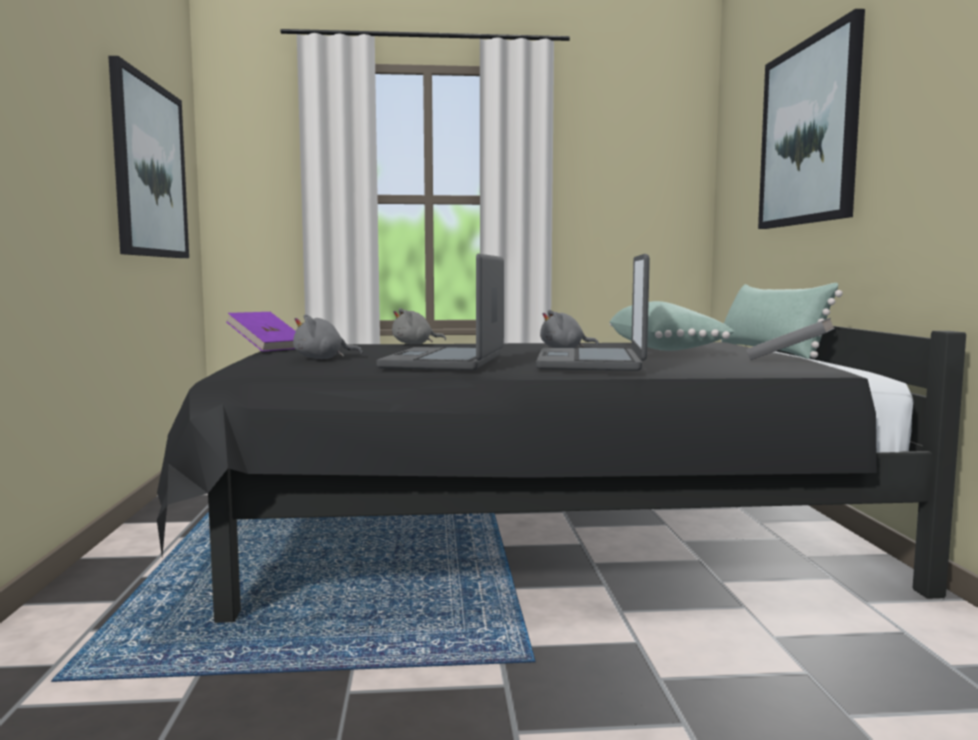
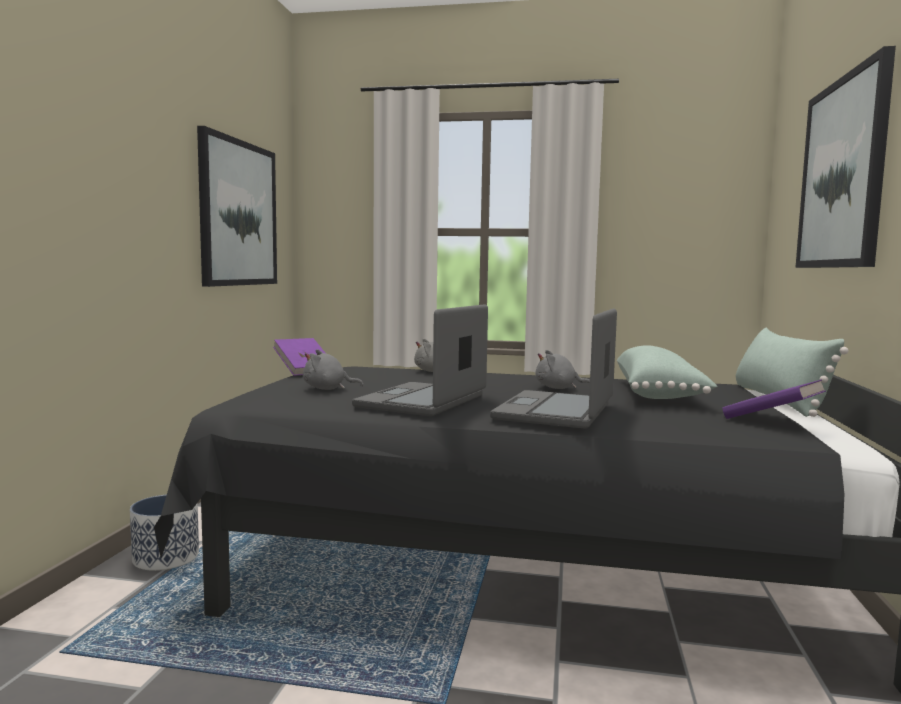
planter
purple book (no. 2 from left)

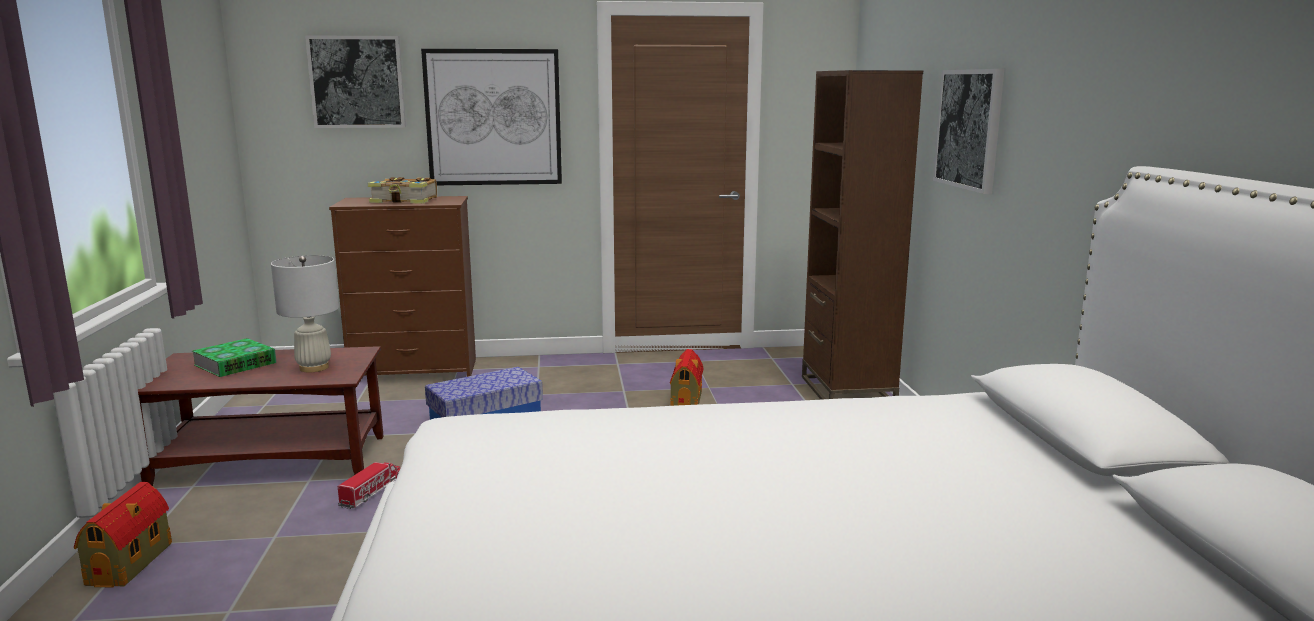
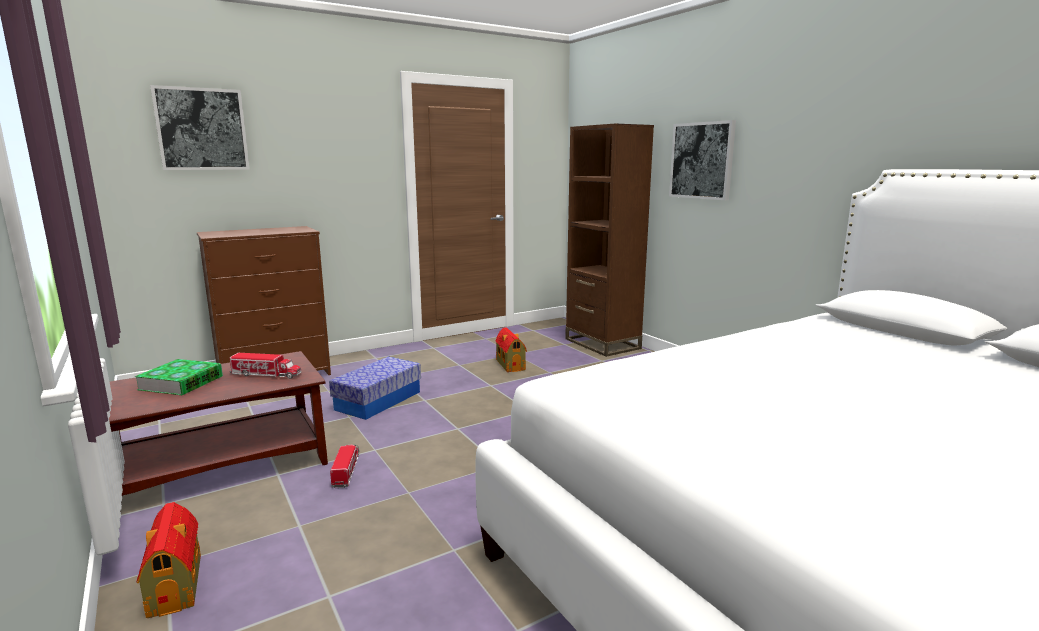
book (no. 2 from left in the first image)
picture (no. 2 from left in the first image)
toy truck (no. 1 from left)

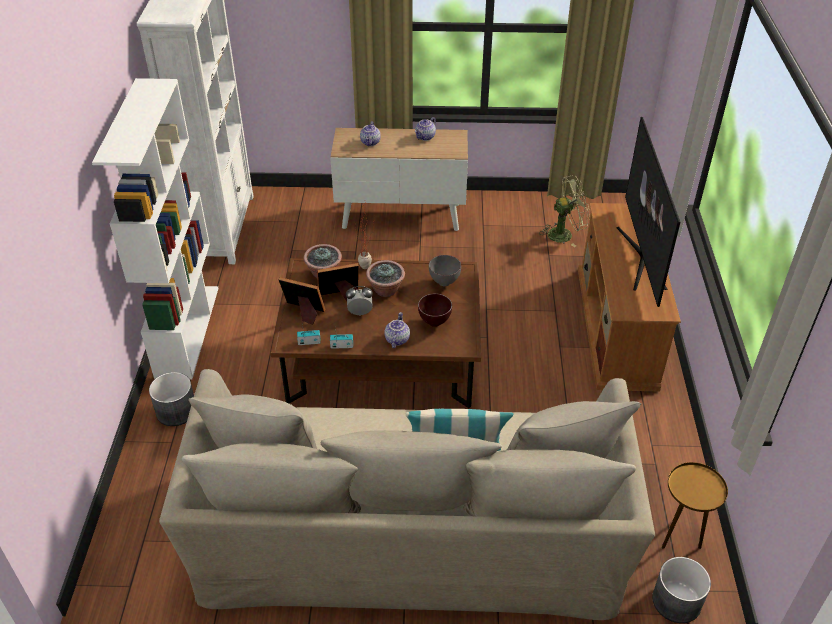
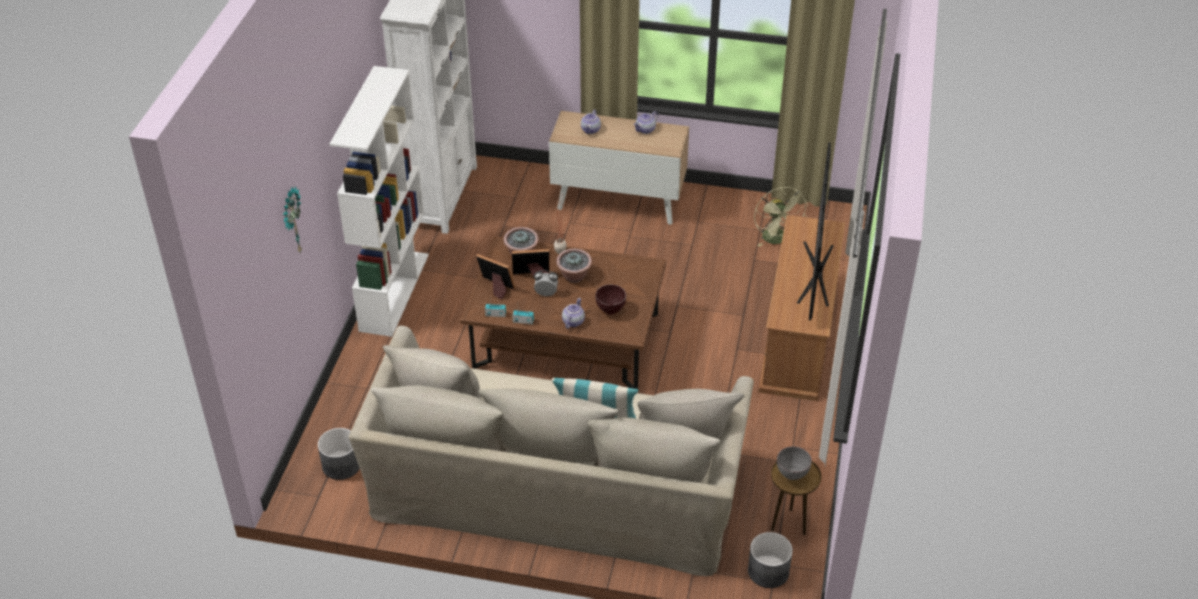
wall clock
grey planter (no. 1 from left)
grey bowl
green fan

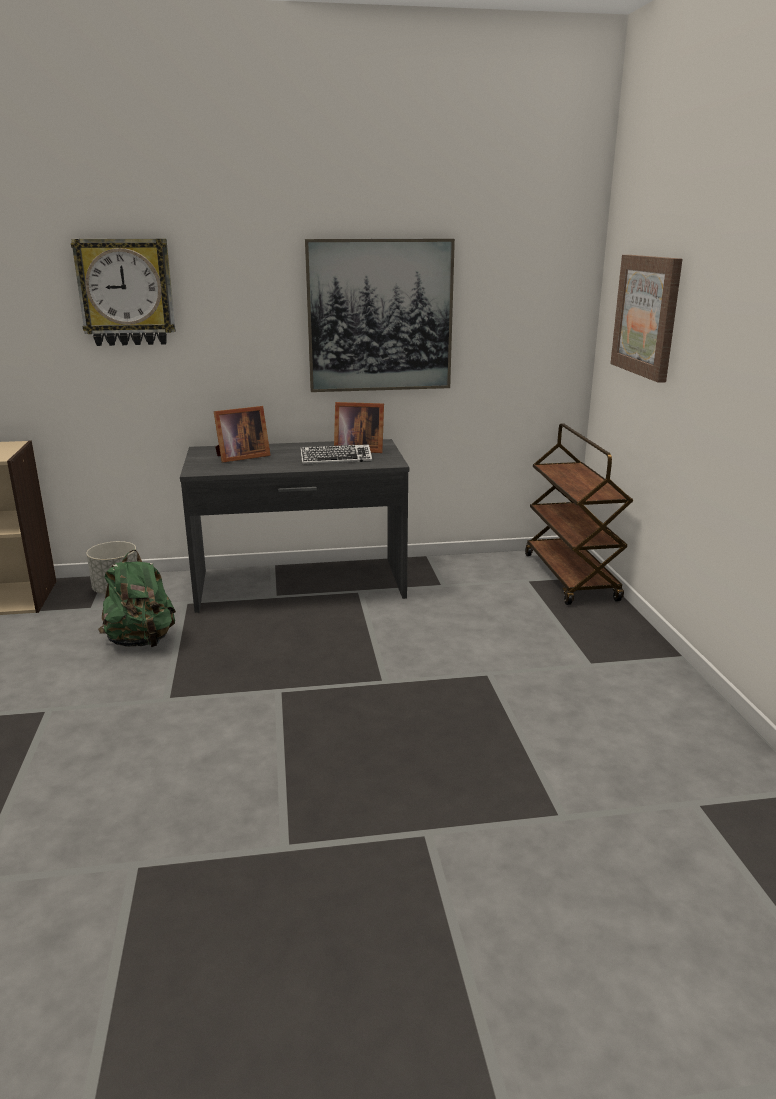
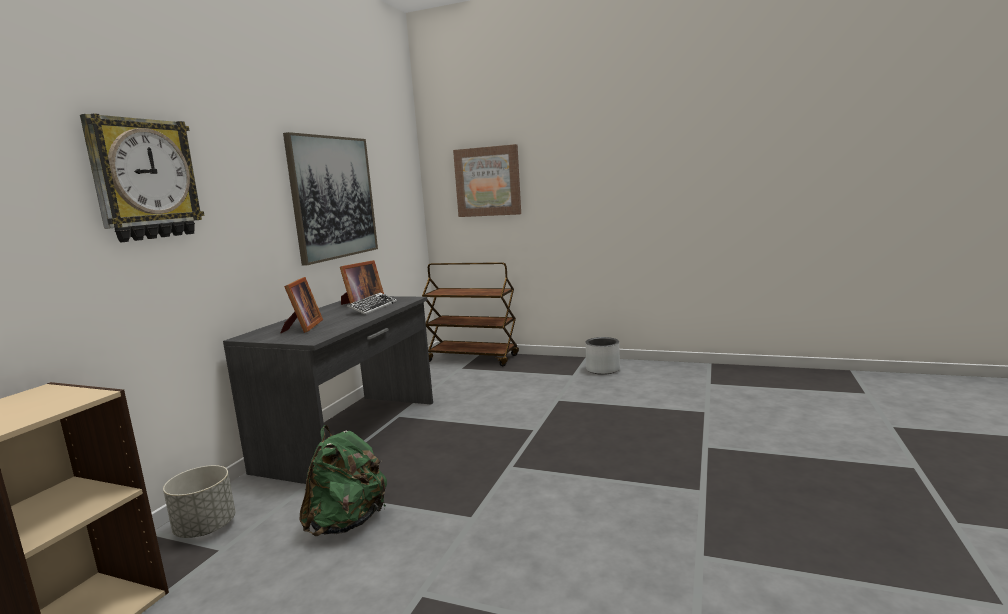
grey planter (no. 2 from left)

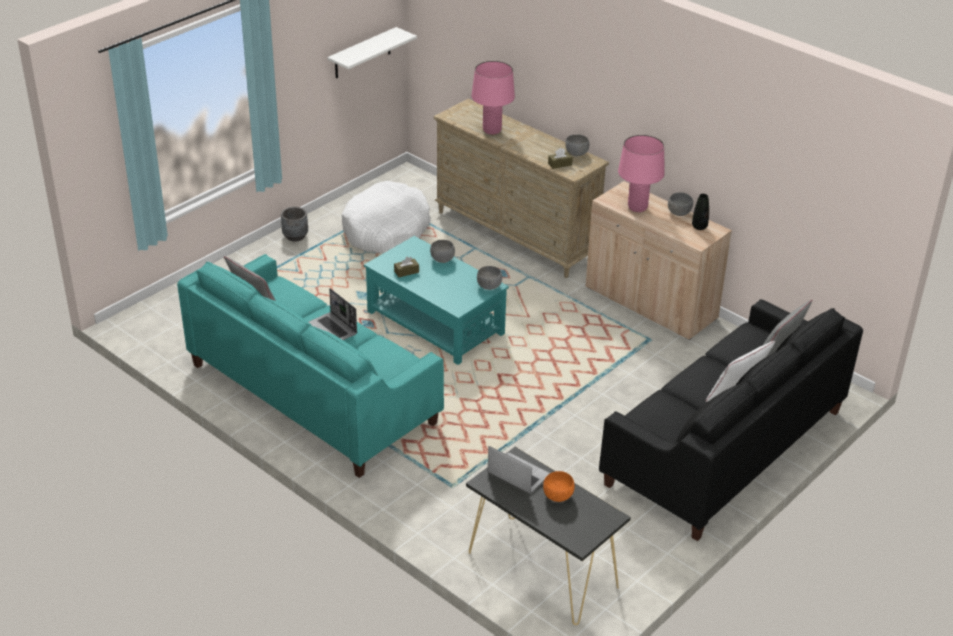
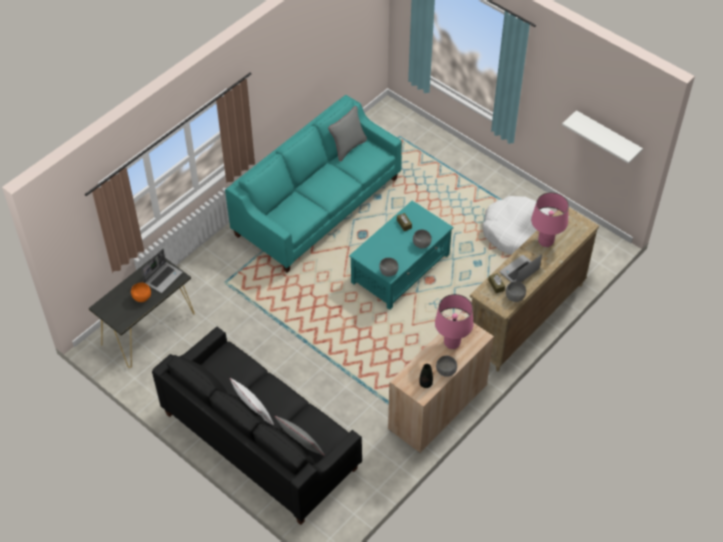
grey planter
laptop (no. 2 from left)

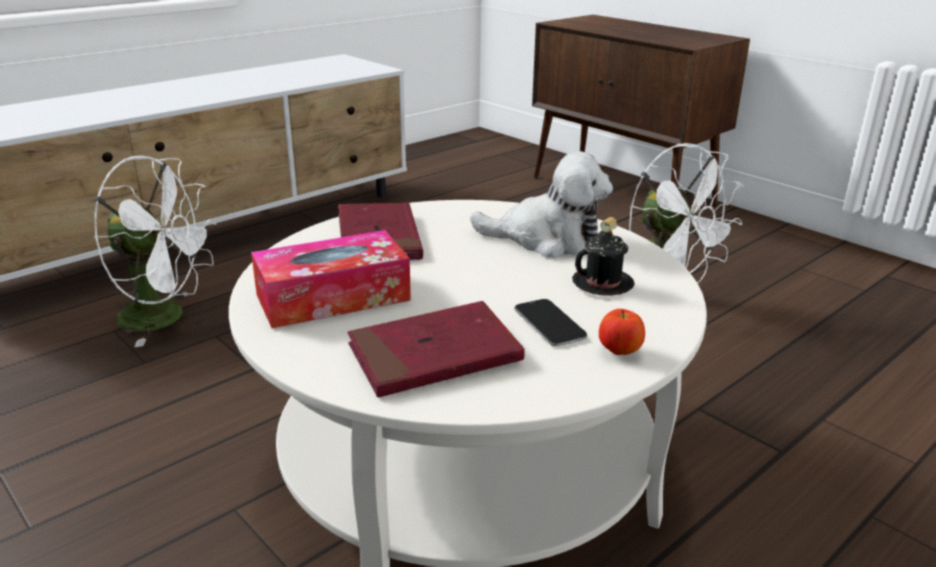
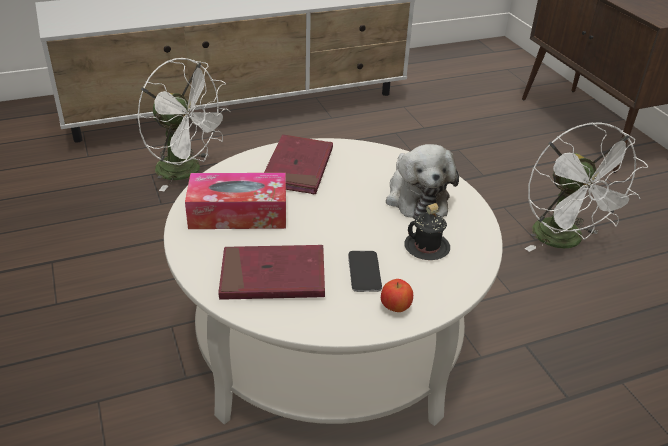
plush toy

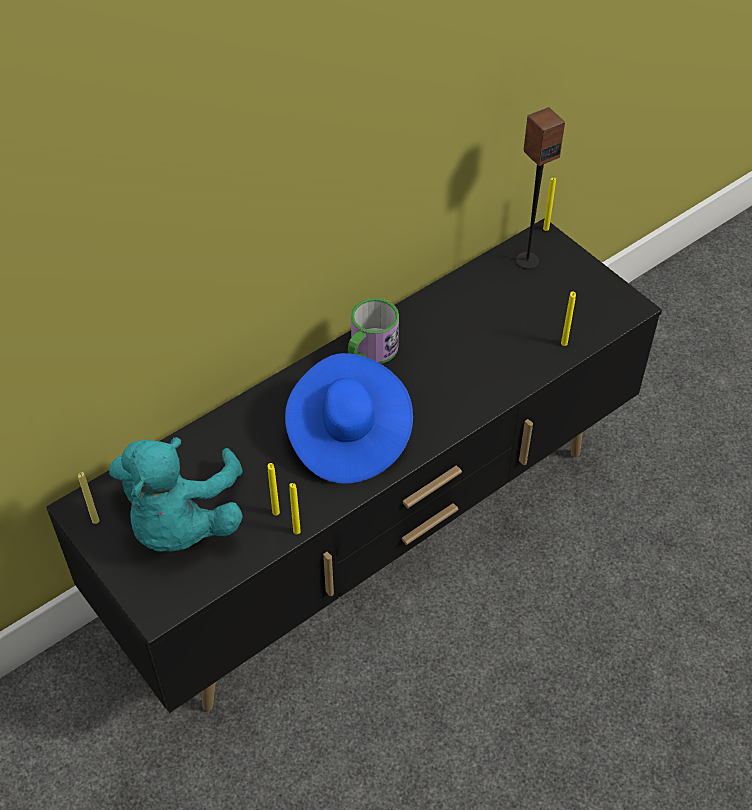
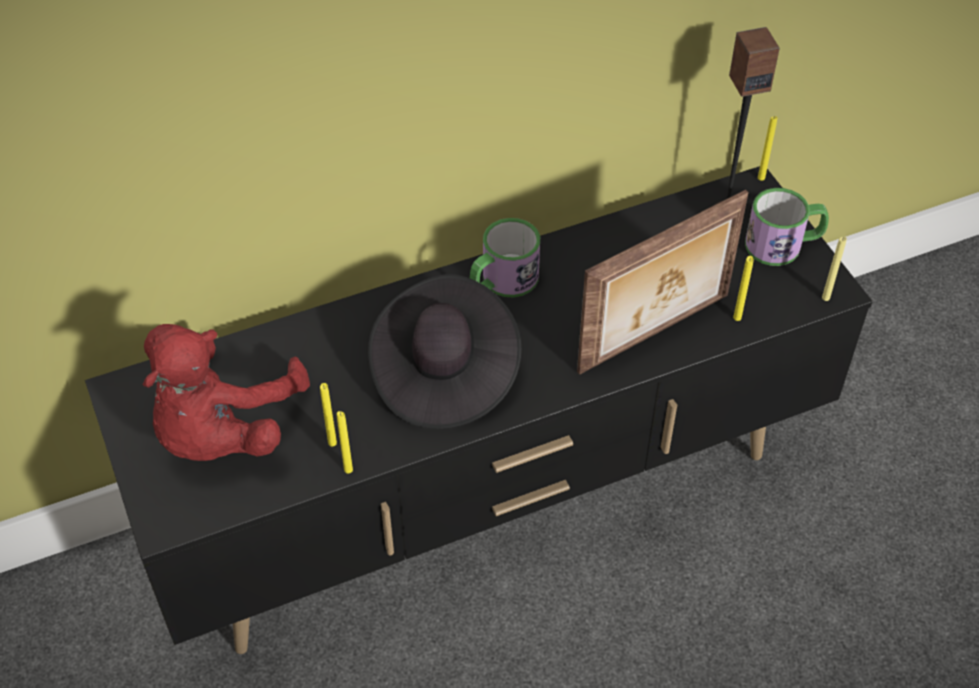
picture frame
mug (no. 2 from left)
yellow candle (no. 5 from left)
red plush toy
black hat

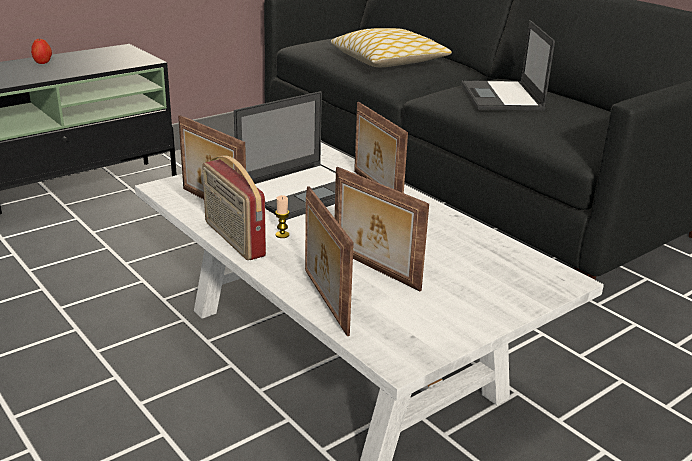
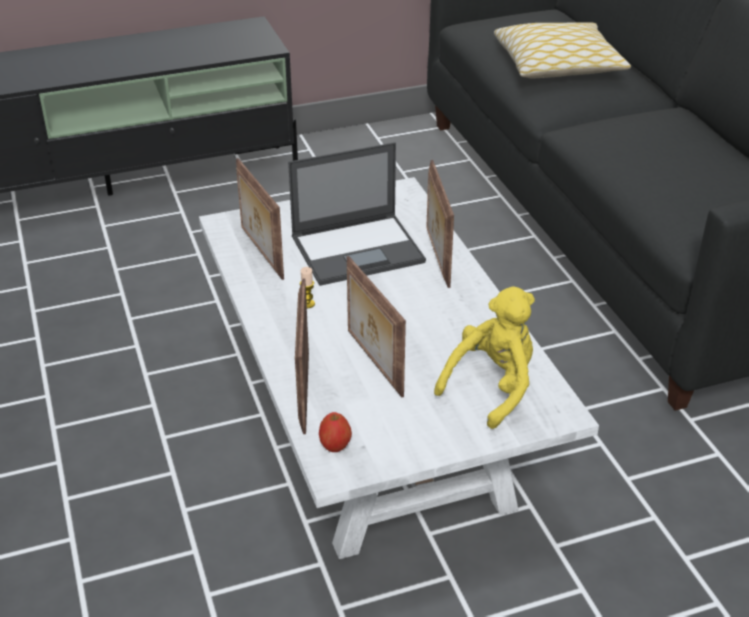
radio
laptop (no. 2 from left in the first image)
yellow plush toy
apple

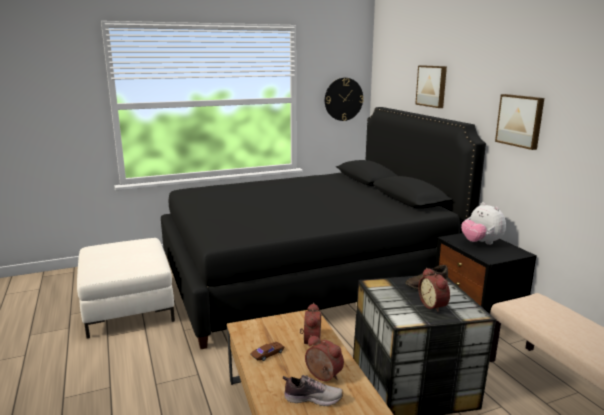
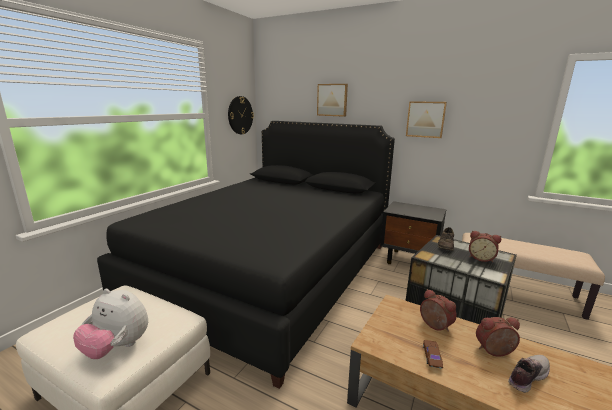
plush toy

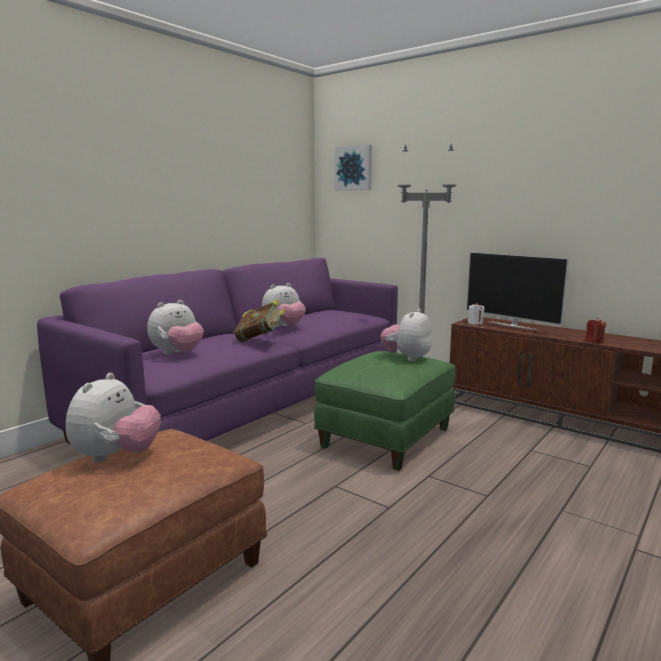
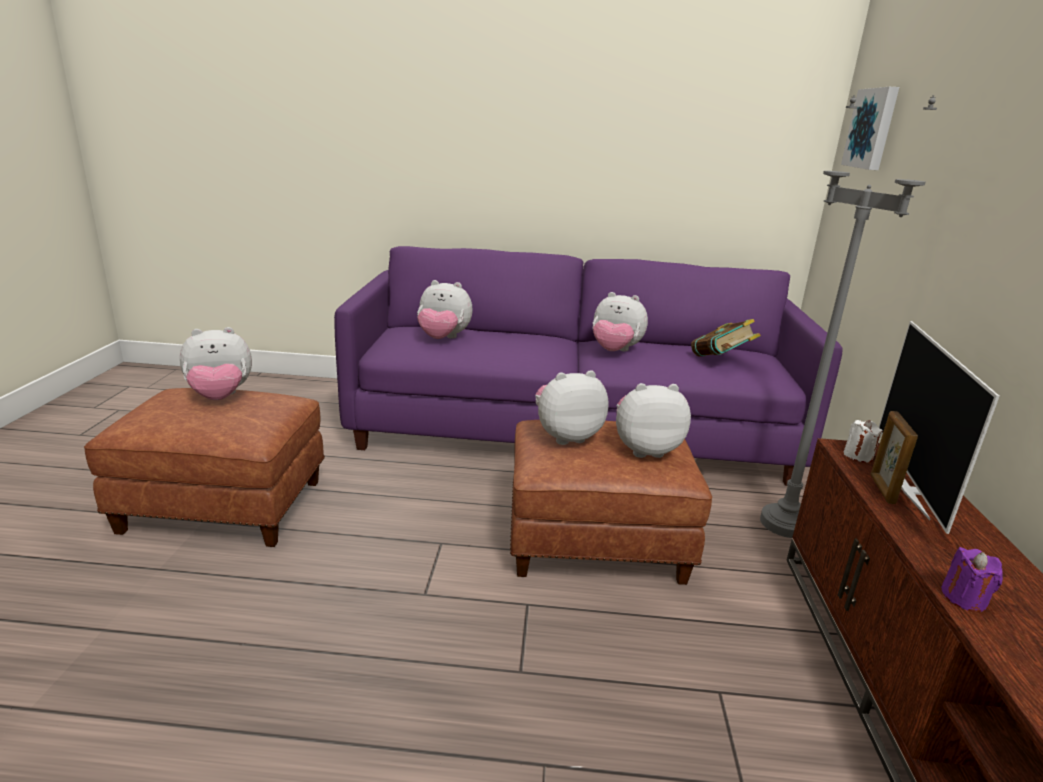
plush toy (no. 3 from left)
picture frame
book
brown ottoman (no. 2 from left)
purple candle

